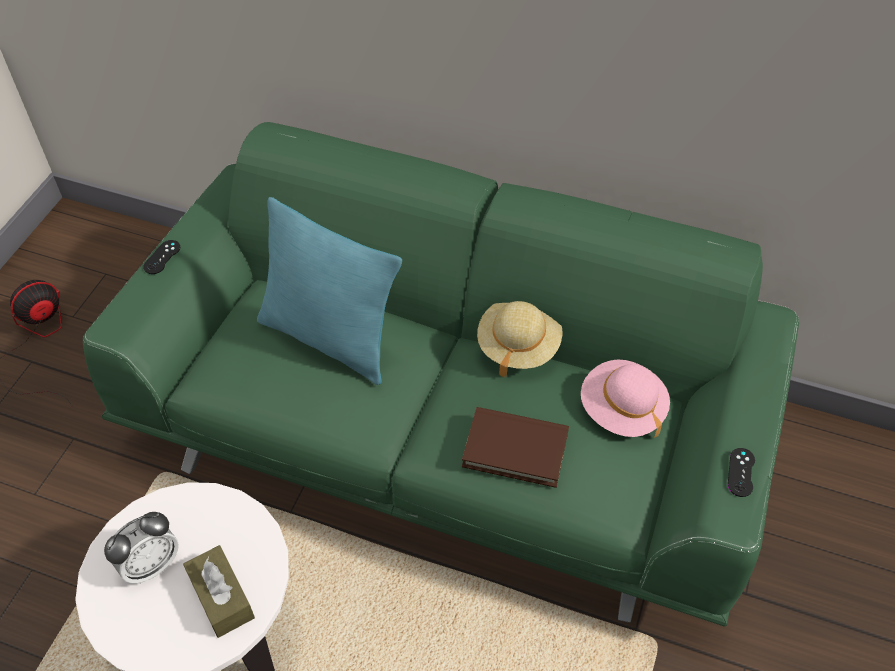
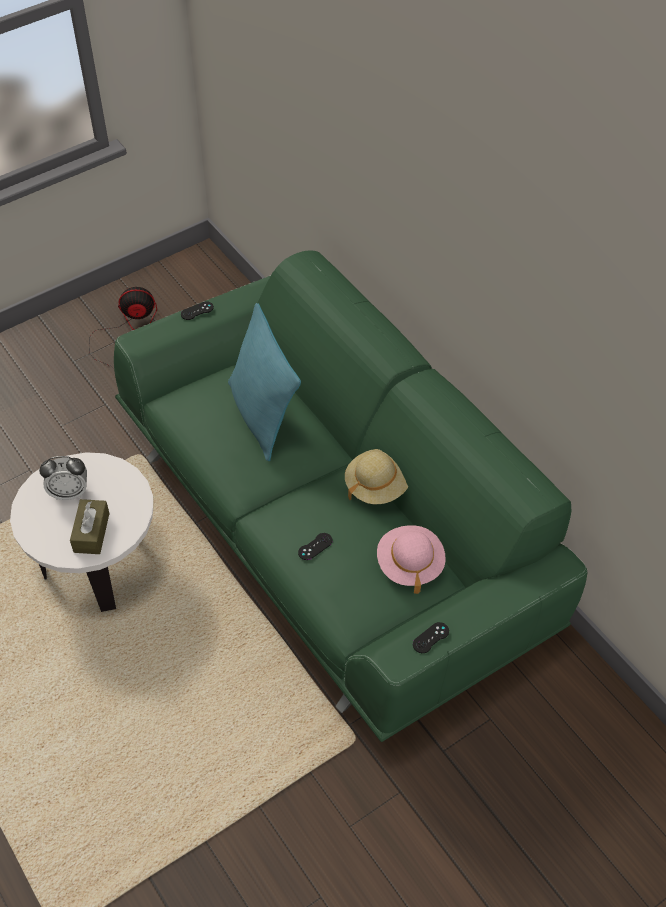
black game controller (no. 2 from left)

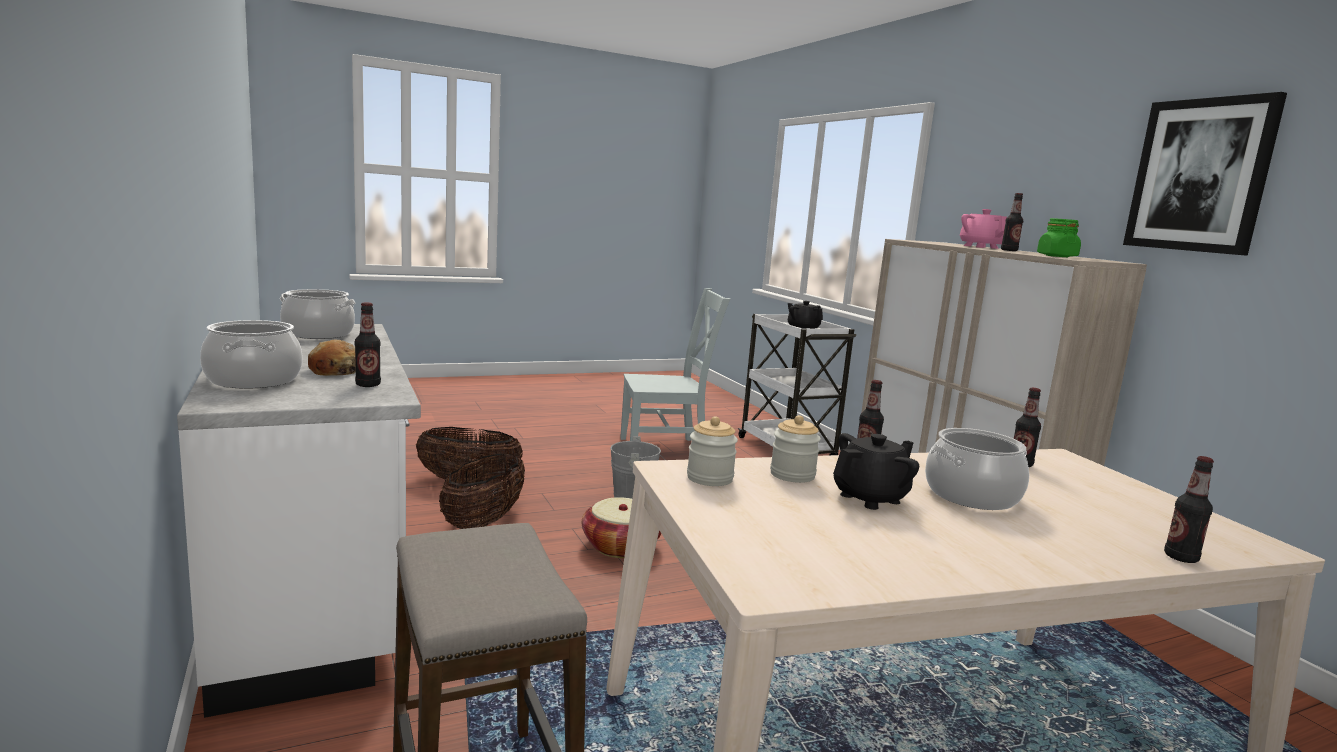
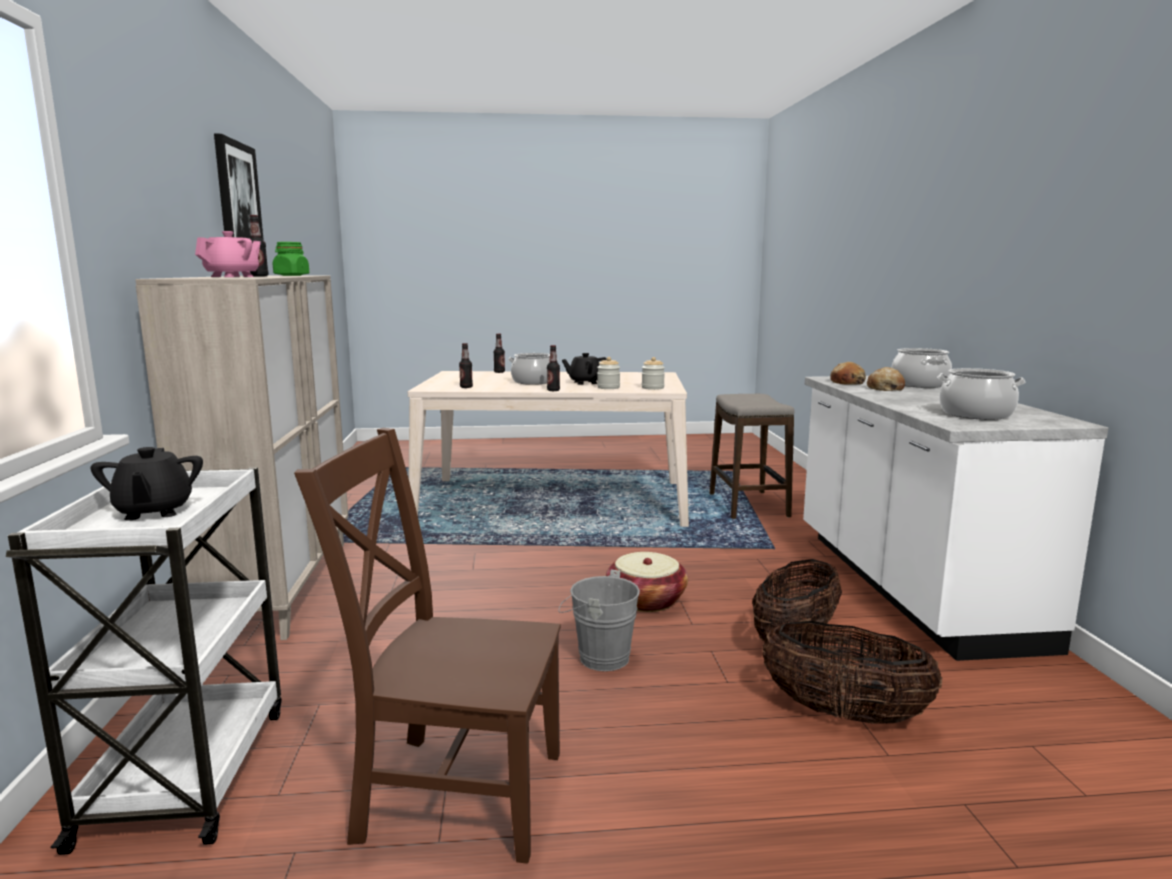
bread (no. 1 from left)
brown chair
pink teapot

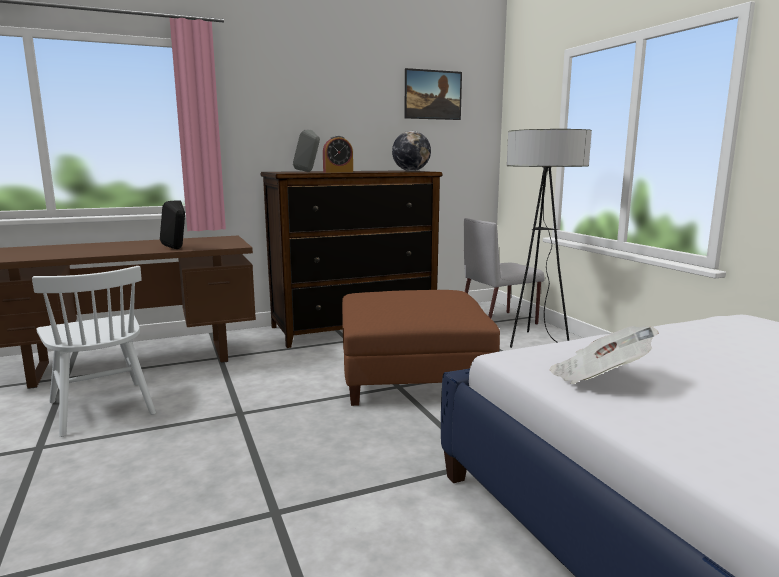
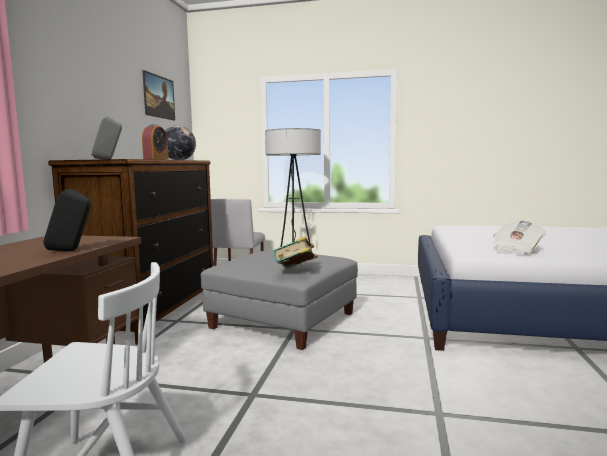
book
grey ottoman

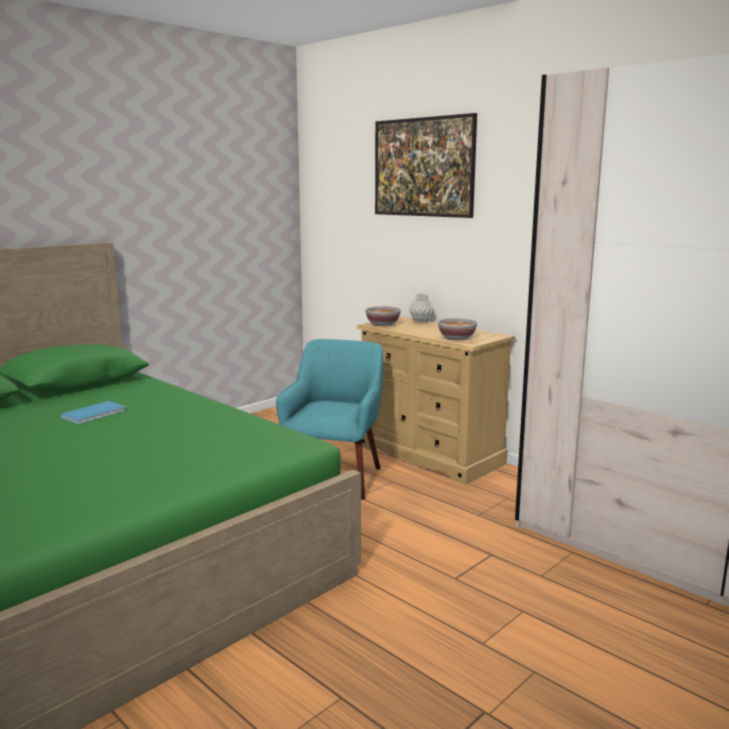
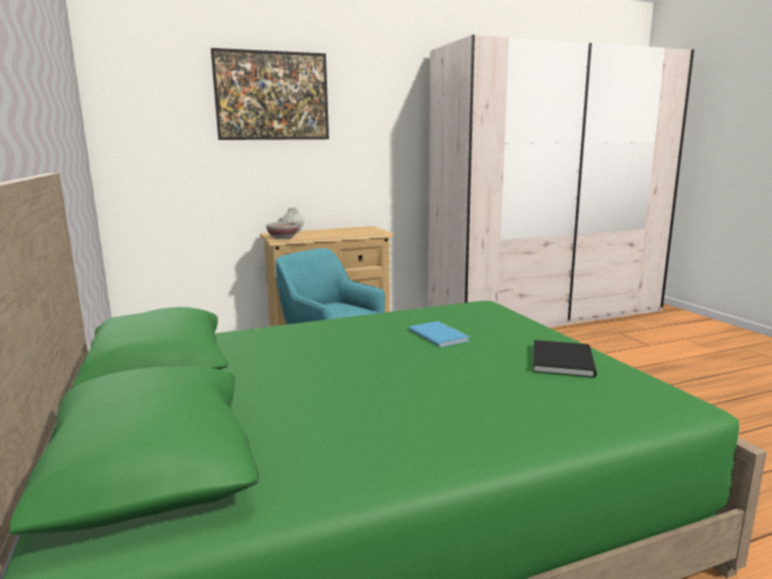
bowl (no. 2 from left in the first image)
black book
blue book

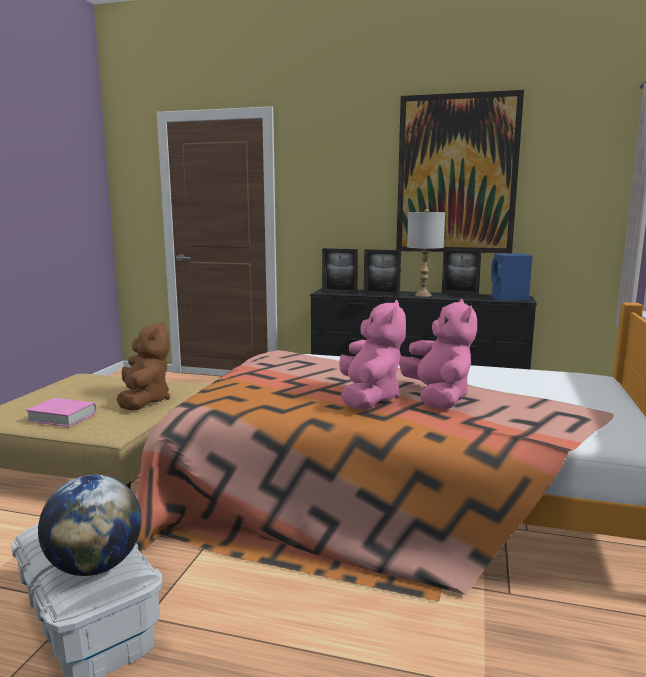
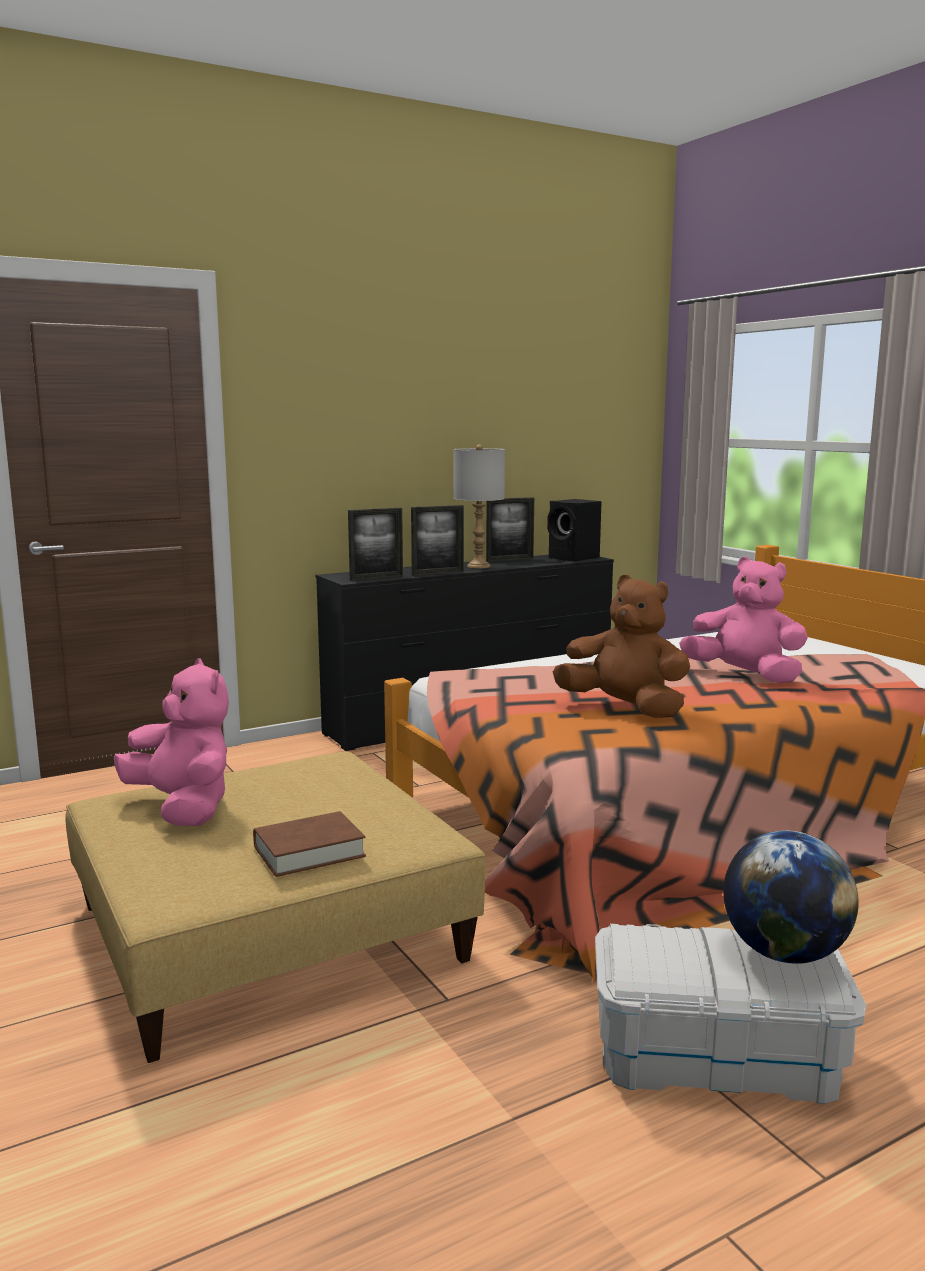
picture
brown plush toy
pink plush toy (no. 1 from left)
brown book
black speaker

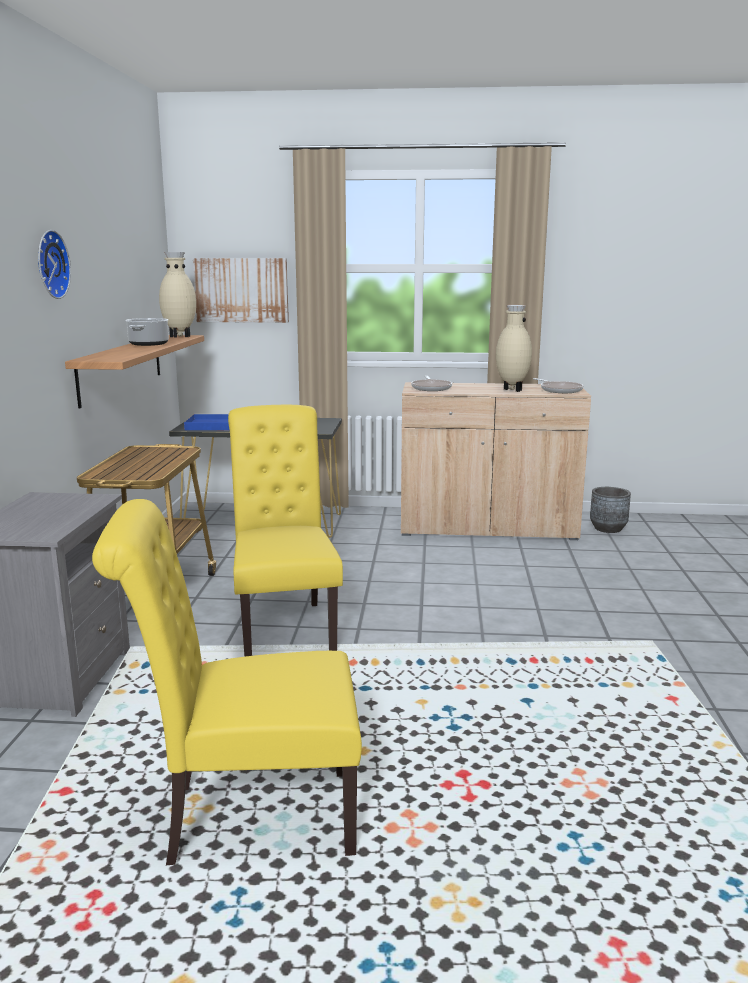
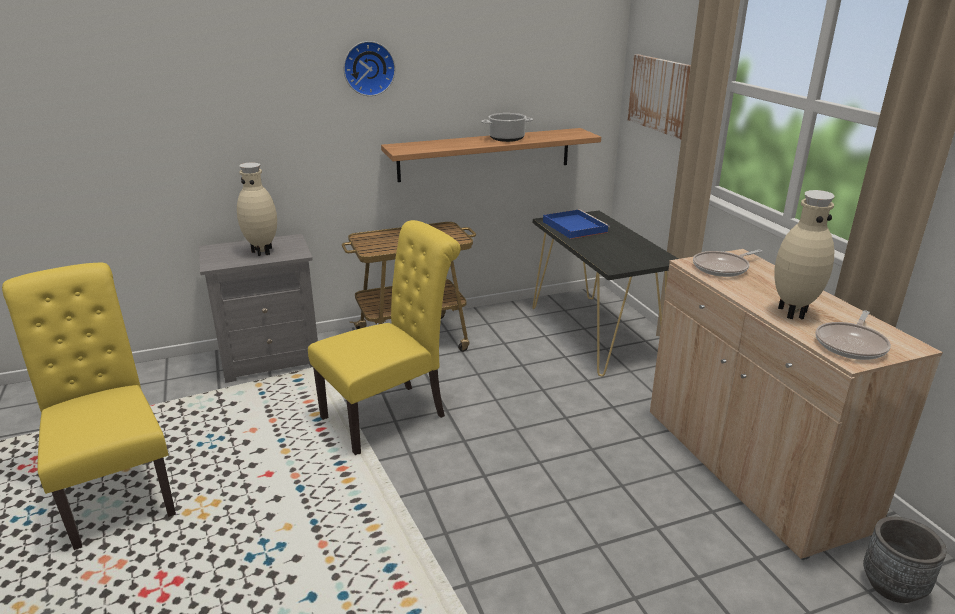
beige vase (no. 1 from left)

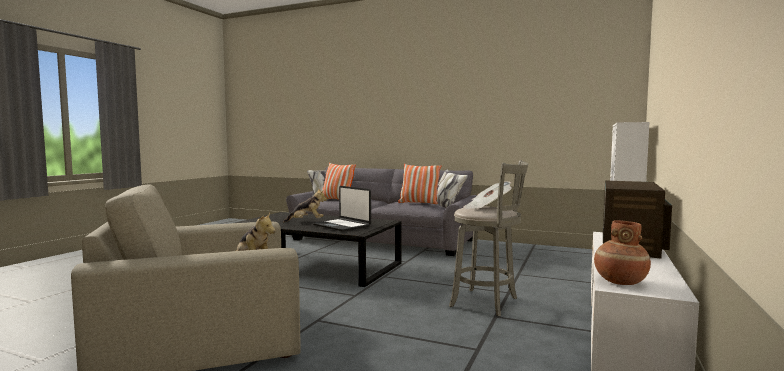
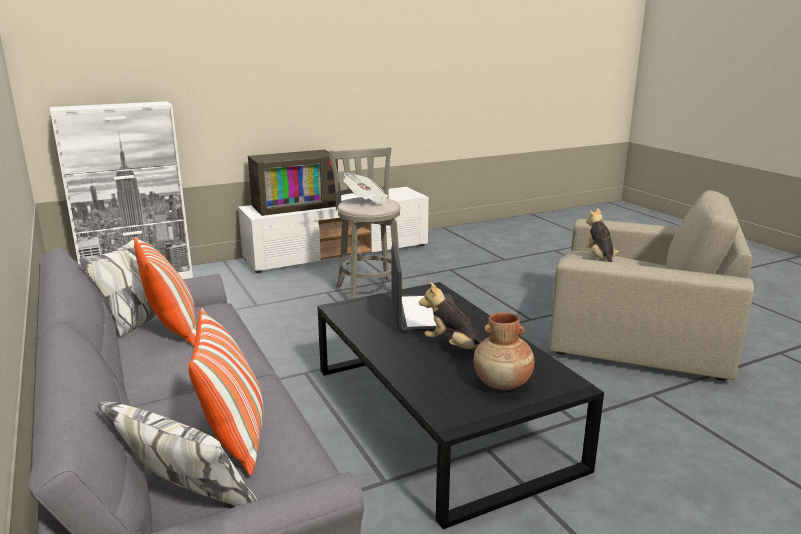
brown vase

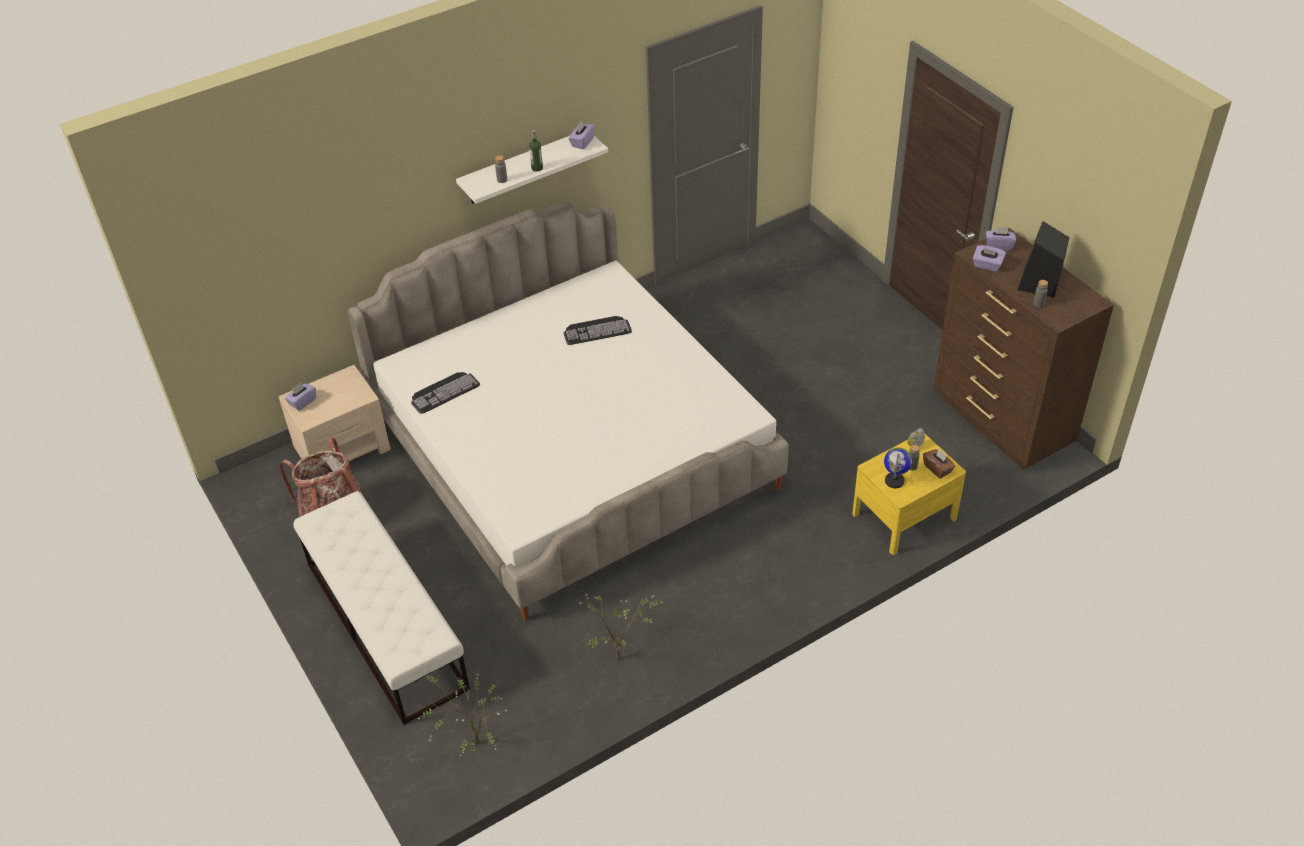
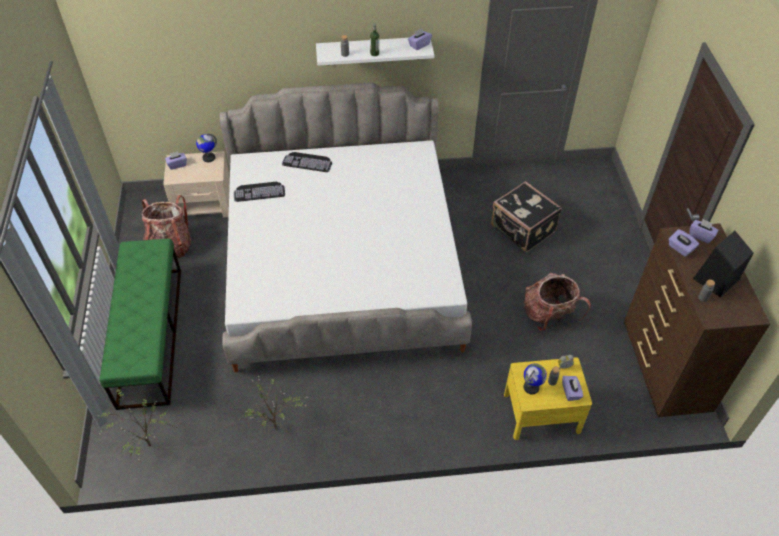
globe (no. 1 from left)
black suitcase
backpack (no. 2 from left)
keyboard (no. 2 from left)
green bench
purple tissue box (no. 3 from left)

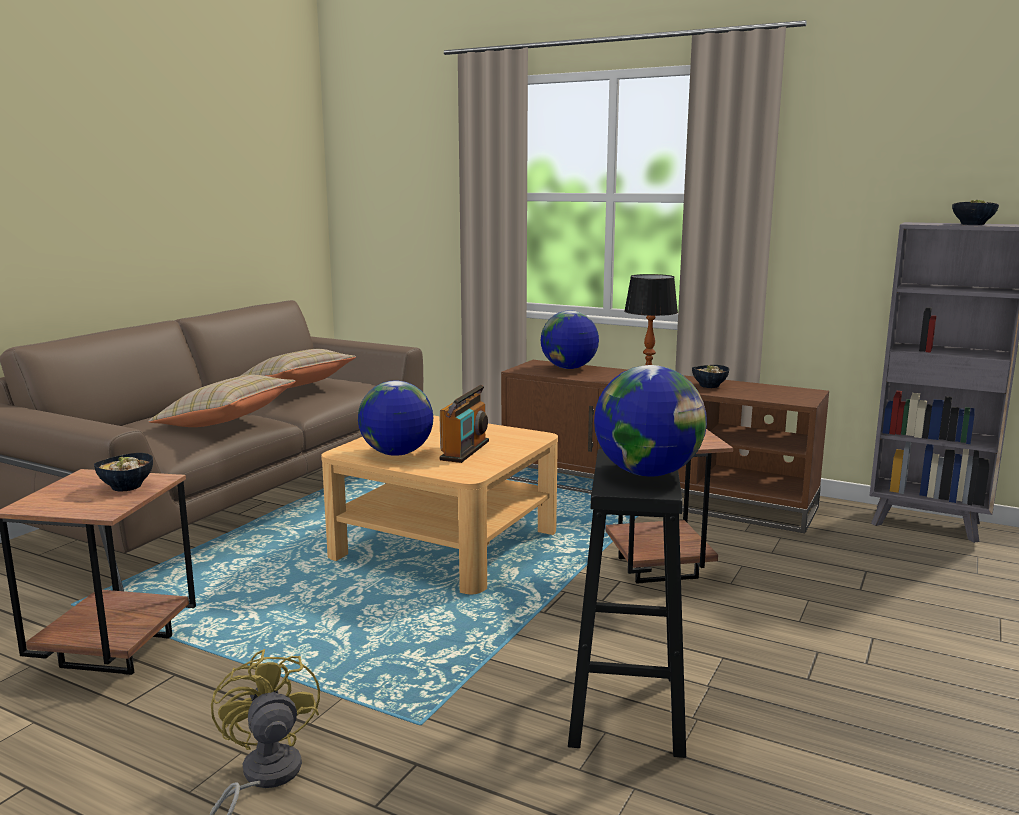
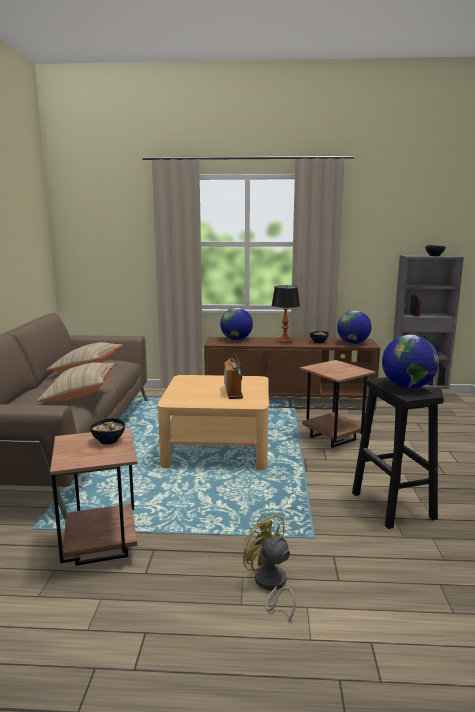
globe (no. 2 from left)

